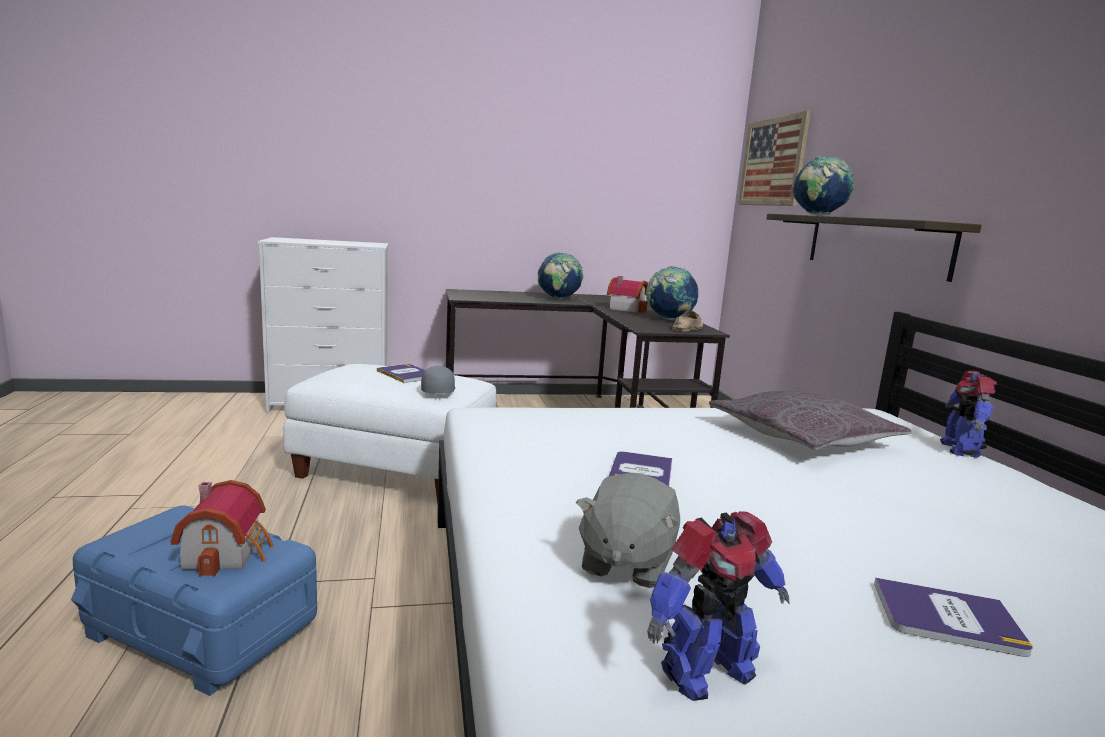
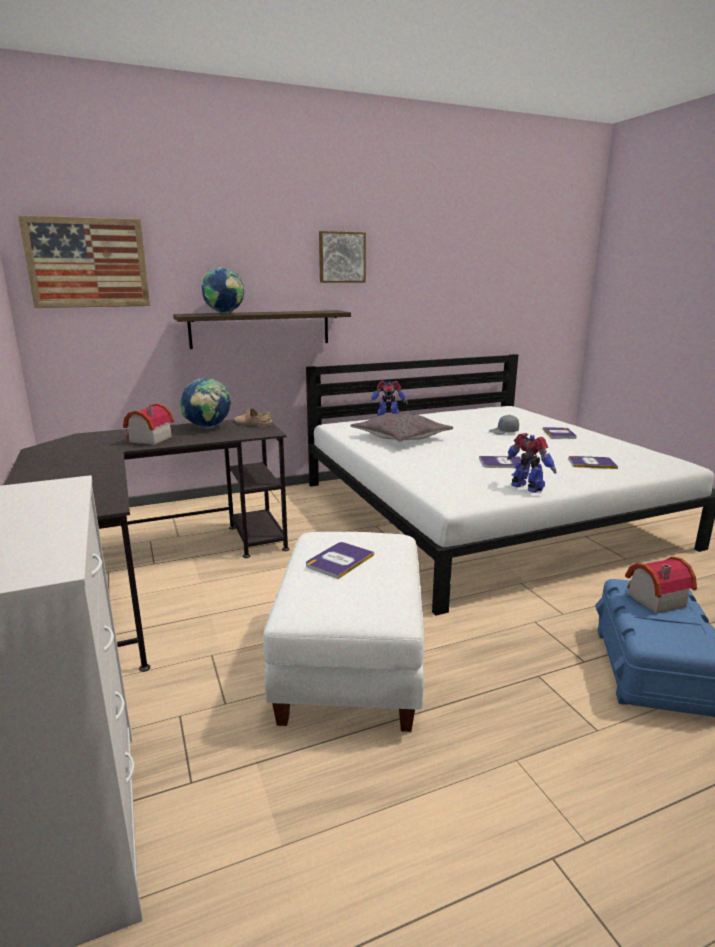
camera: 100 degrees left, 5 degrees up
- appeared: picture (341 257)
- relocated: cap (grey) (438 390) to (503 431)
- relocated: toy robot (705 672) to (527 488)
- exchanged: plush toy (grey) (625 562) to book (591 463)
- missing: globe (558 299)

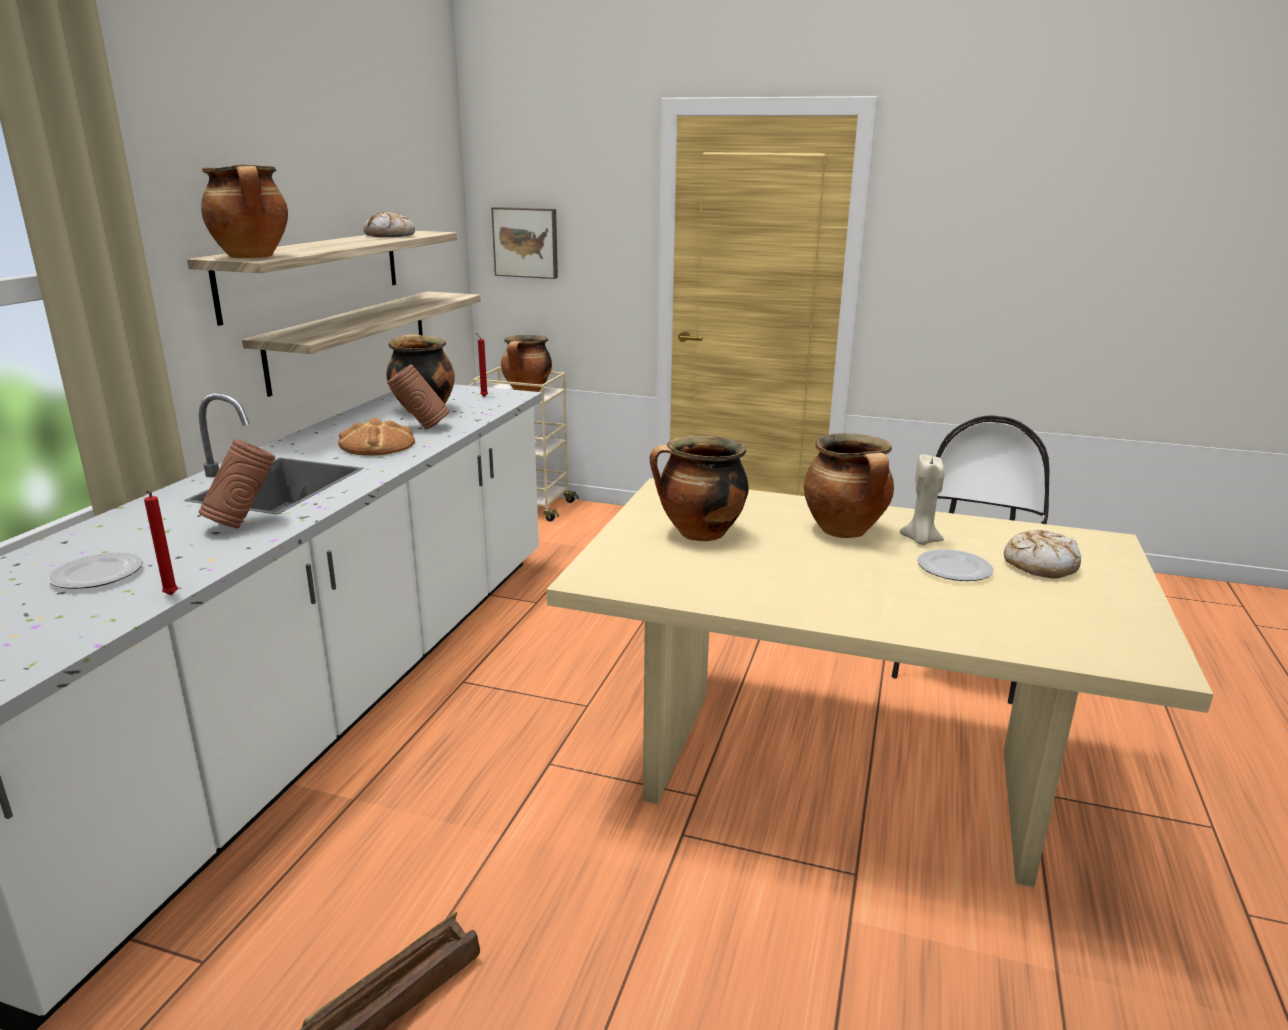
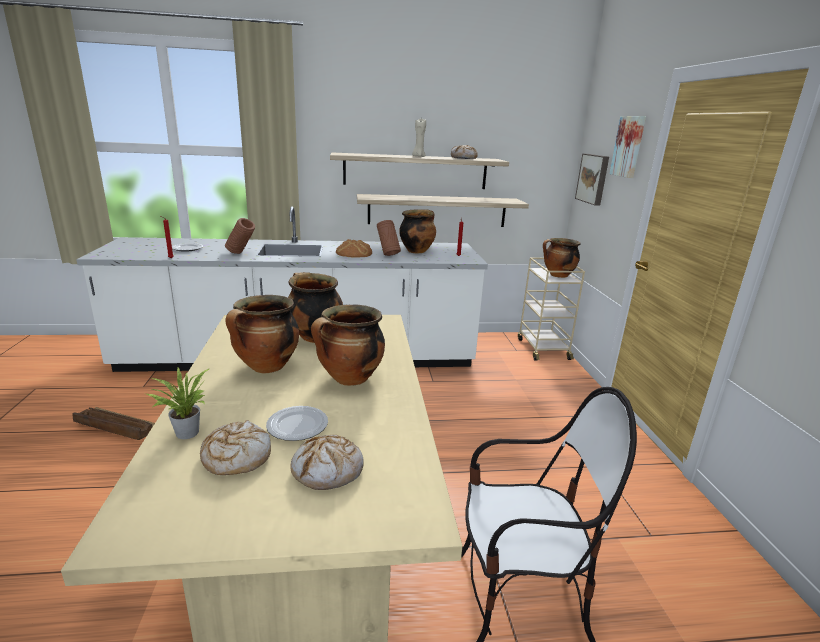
camera: 65 degrees right, 0 degrees up
- appeared: potted plant (185 432)
- appeared: bread (236 457)
- relocated: cooking pot (253 257) to (266 367)
- relocated: candle (beige) (920 540) to (418 156)
- appeared: picture (629 146)

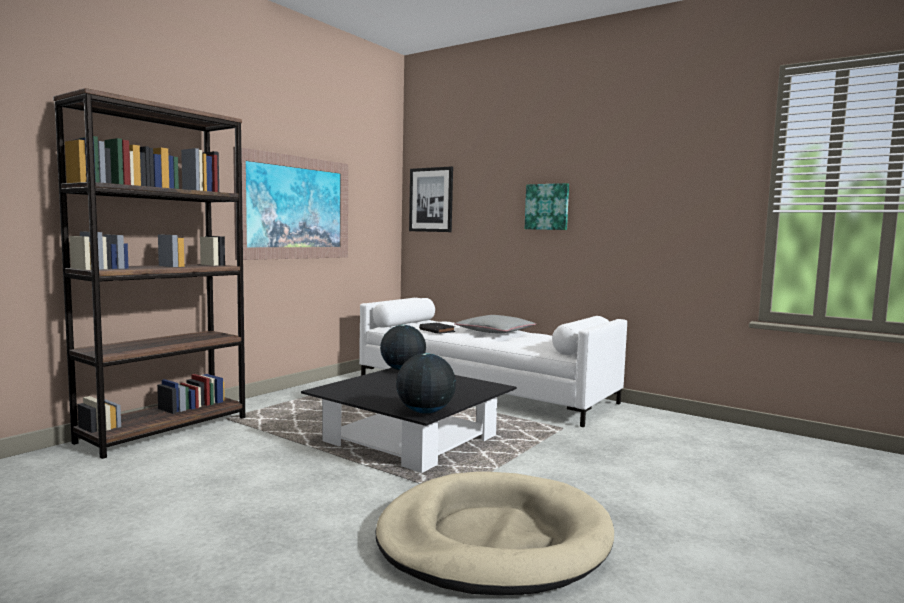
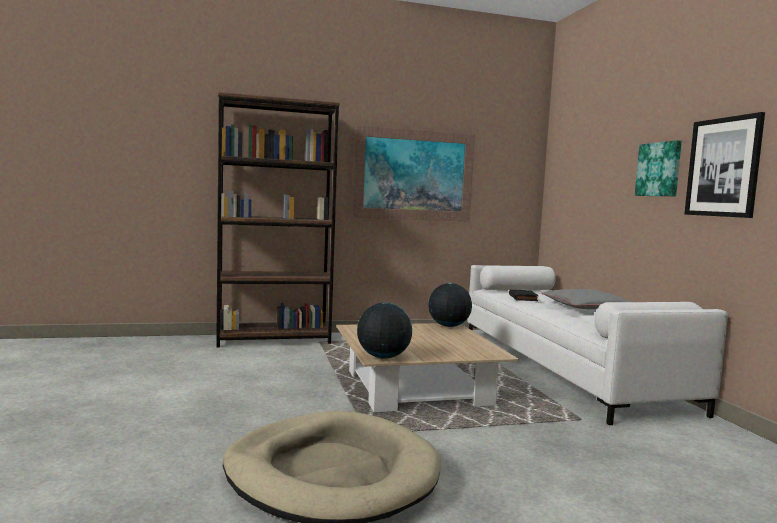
camera: 40 degrees right, 0 degrees up
- colour: coffee table (black) (412 439) to coffee table (beige) (417 388)
- relocated: picture (431 200) to (723 167)

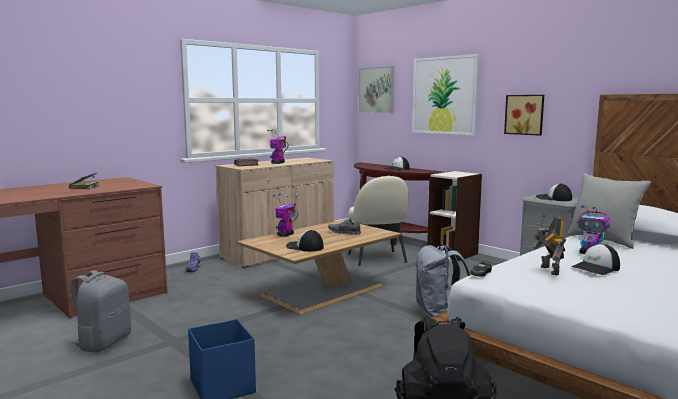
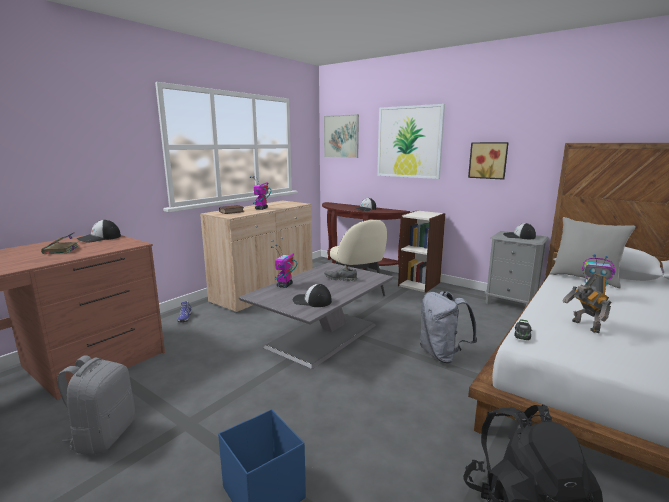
camera: 10 degrees left, 5 degrees up
- relocated: cap (596 268) to (99 238)
- colour: coffee table (brown) (321 291) to coffee table (grey) (321 336)

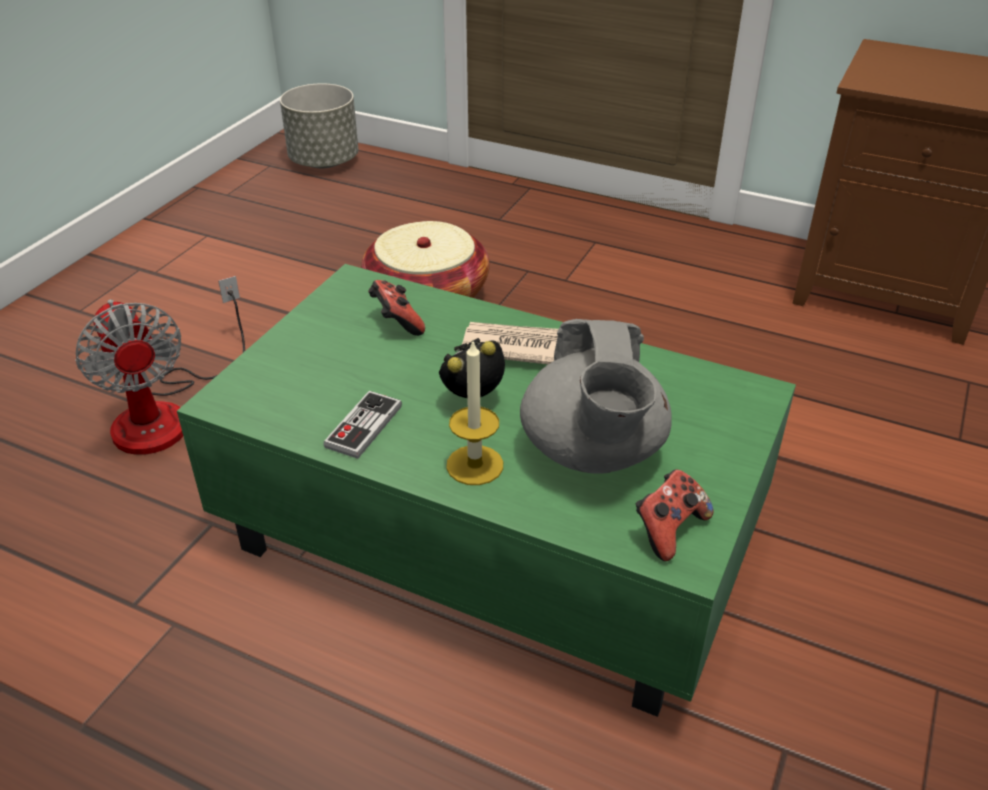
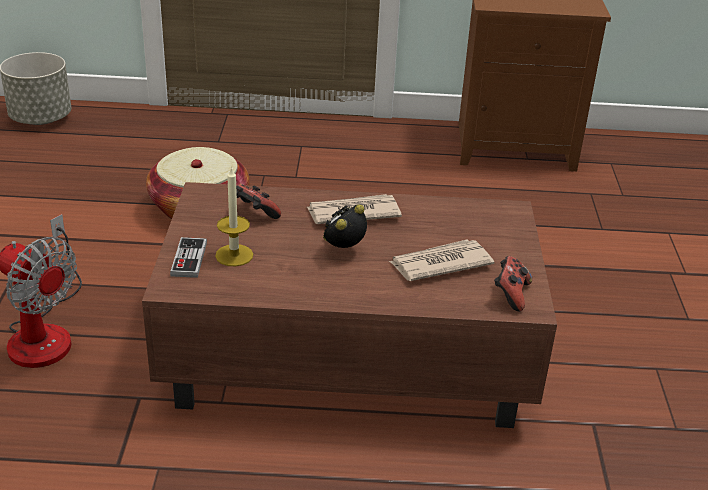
camera: 25 degrees left, 5 degrees down
- colour: coffee table (green) (488 532) to coffee table (brown) (345 353)
- relocated: game controller (364 426) to (189 259)
- relocated: candle (475 465) to (234 255)
- exchanged: teapot (grey) (593 452) to newspaper (439 264)

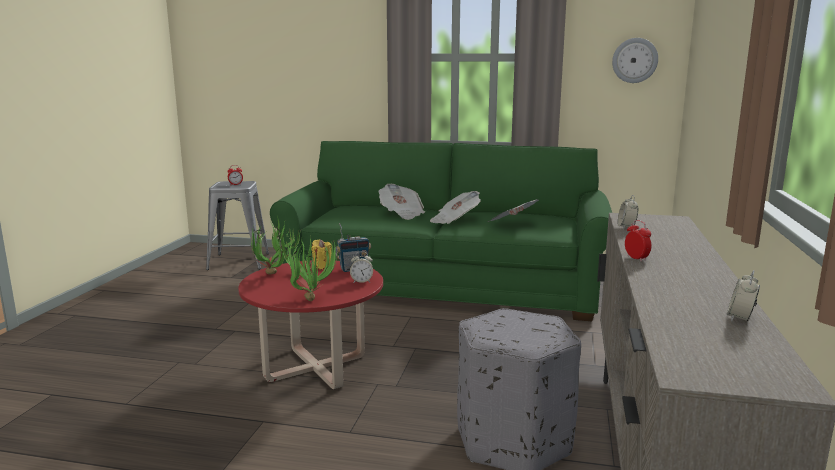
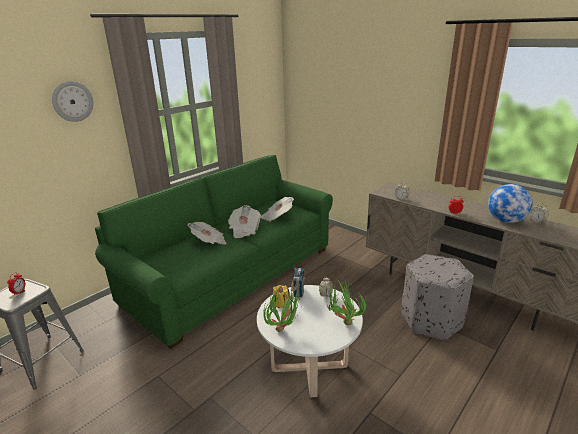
camera: 60 degrees left, 10 degrees up
- relocated: wall clock (634 60) to (72 101)
- colour: coffee table (red) (315 367) to coffee table (white) (309 367)
- appeared: globe (505 221)

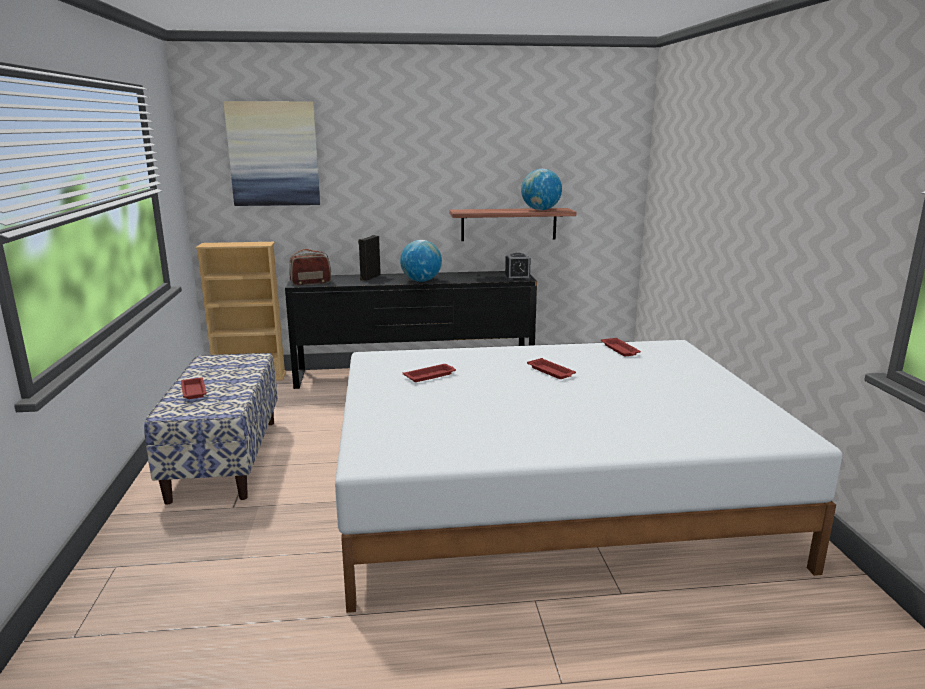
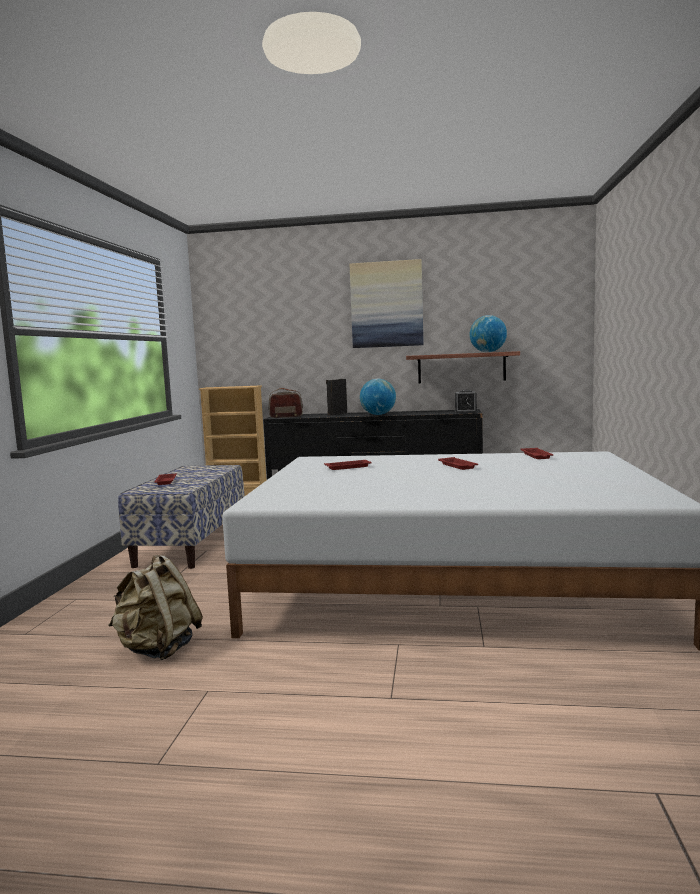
camera: 15 degrees right, 10 degrees down
- appeared: backpack (beige) (158 649)
- relocated: picture (273 154) to (386 304)

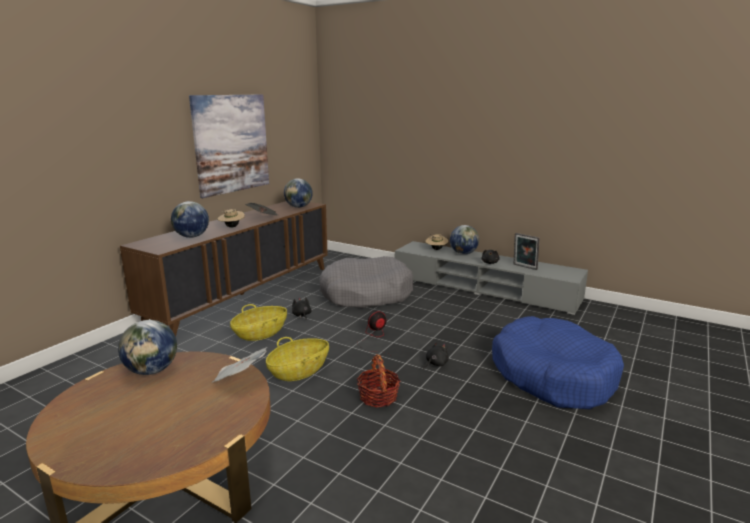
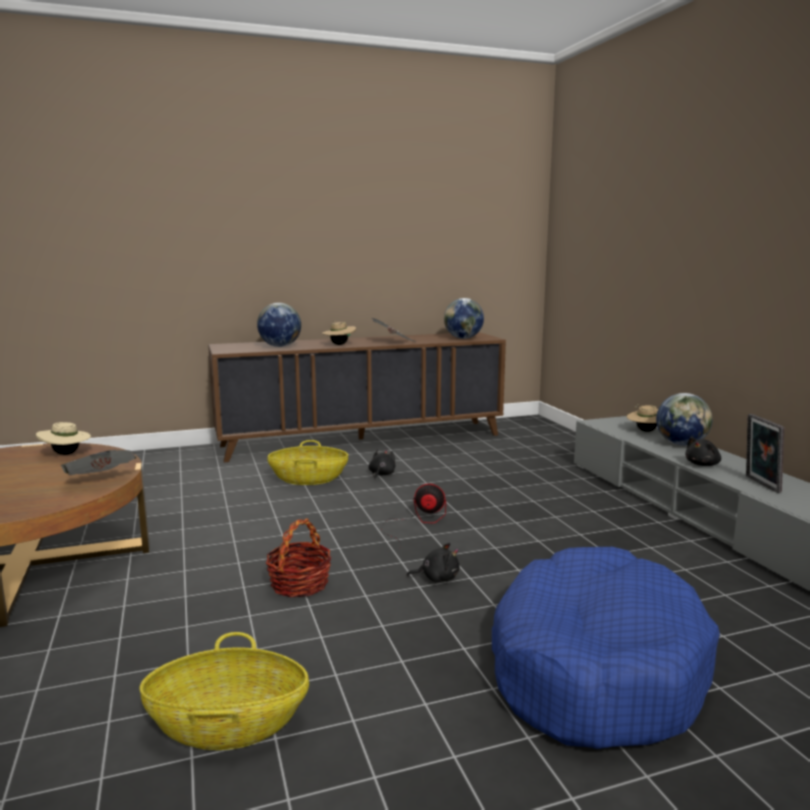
camera: 40 degrees right, 5 degrees down
- exchanged: globe (152 371) to hat (beige) (66 454)
- relocated: basket (299 371) to (228 725)
- missing: picture (231 144)
- missing: dog bed (grey) (366 294)

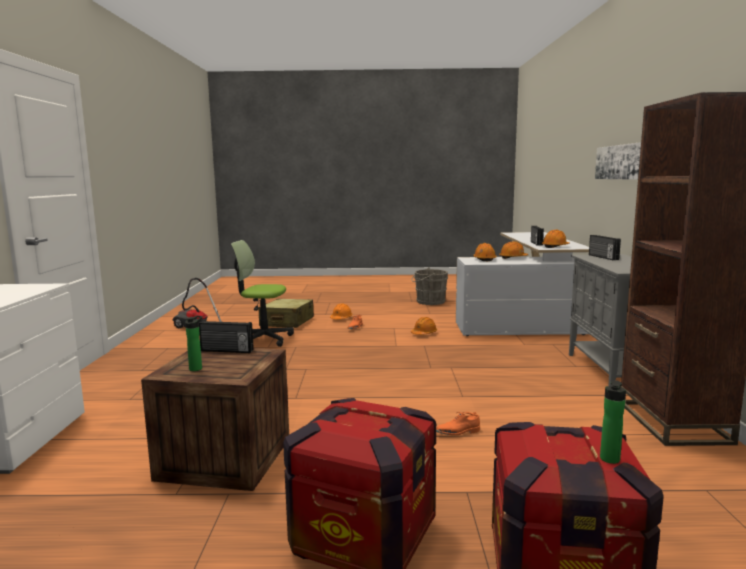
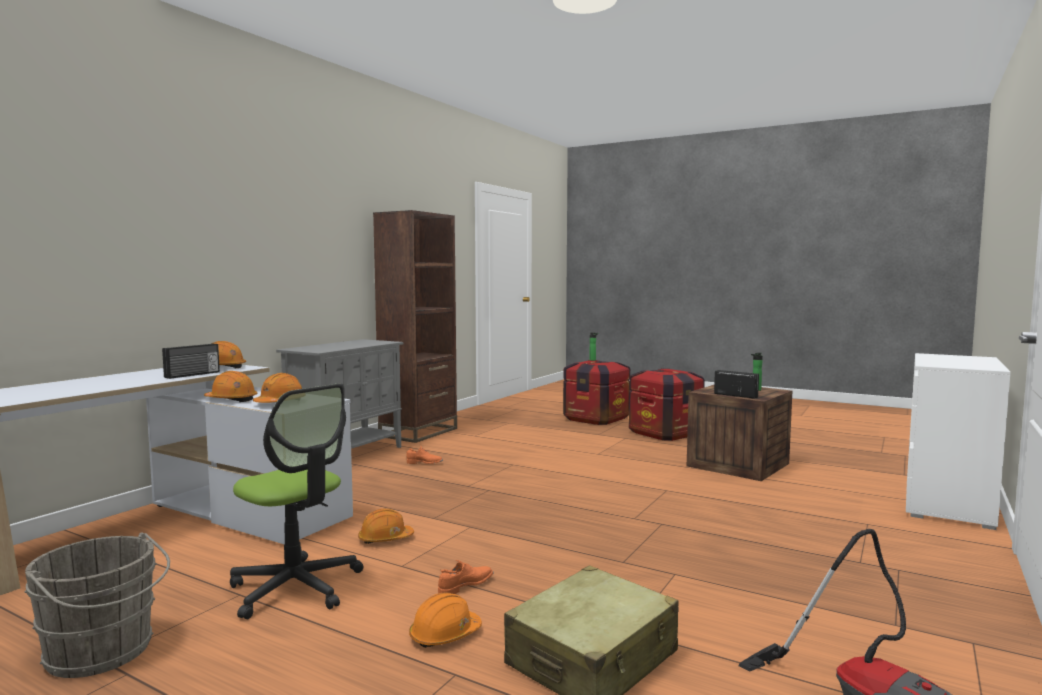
camera: 150 degrees left, 5 degrees down
- relocated: office chair (263 339) to (296 587)
- relocated: shoe (orange) (458 432) to (424 463)
- missing: radio (602 257)
- missing: picture (620 162)

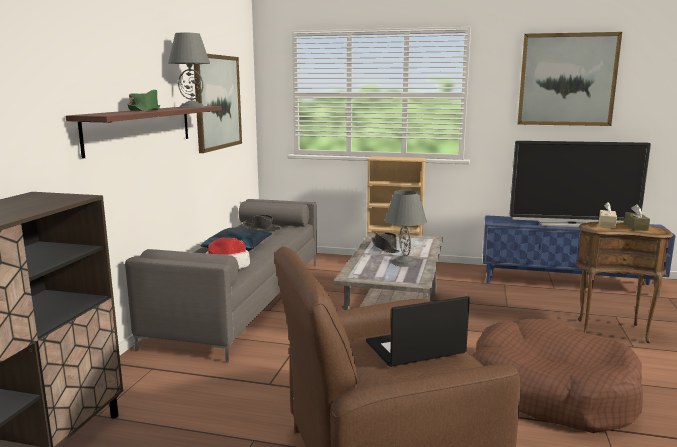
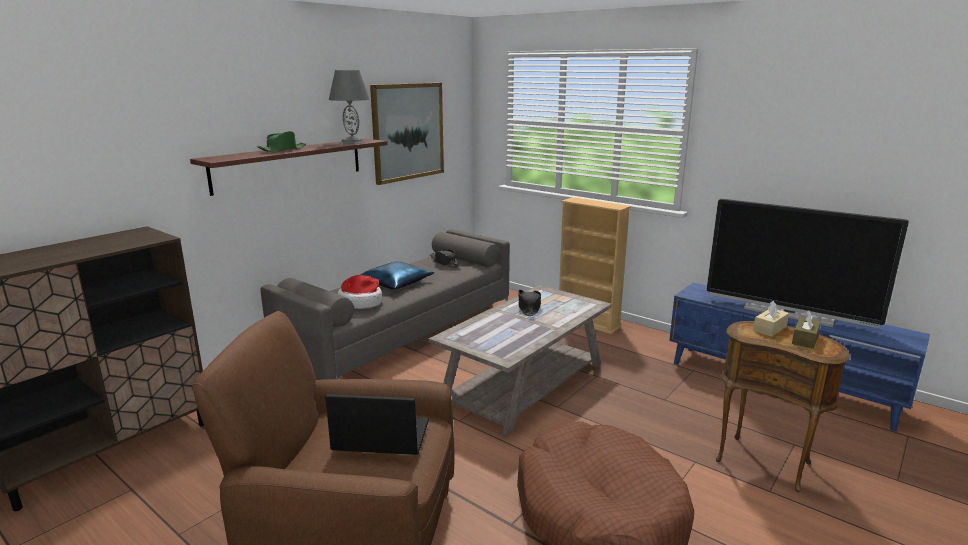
camera: 25 degrees right, 5 degrees up
- missing: table lamp (grey) (404 262)
- missing: picture (567 79)

